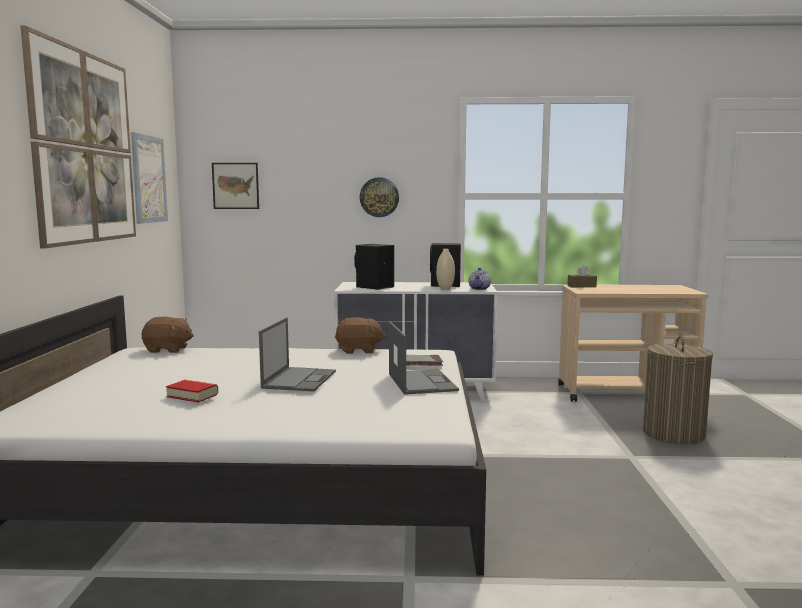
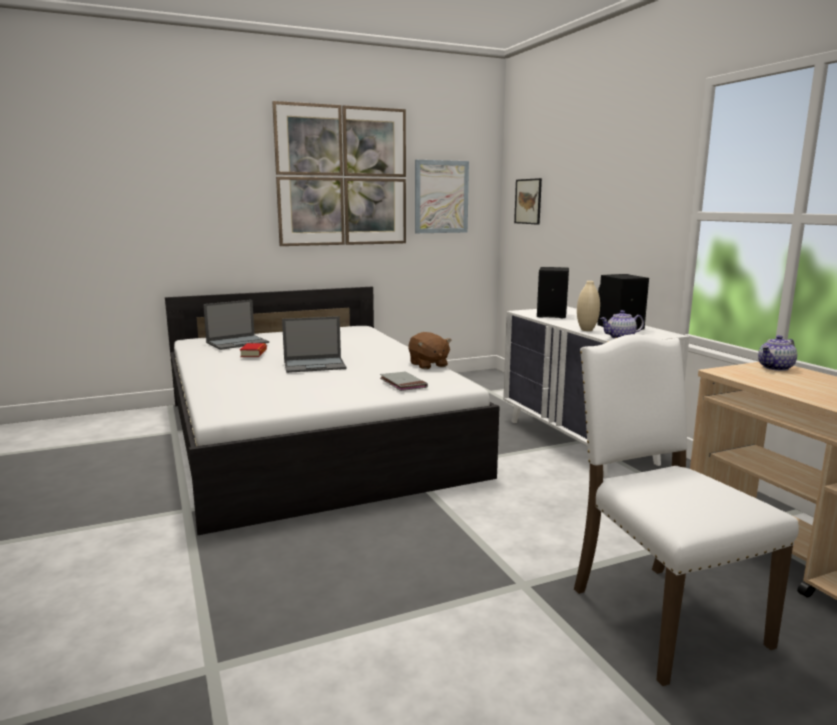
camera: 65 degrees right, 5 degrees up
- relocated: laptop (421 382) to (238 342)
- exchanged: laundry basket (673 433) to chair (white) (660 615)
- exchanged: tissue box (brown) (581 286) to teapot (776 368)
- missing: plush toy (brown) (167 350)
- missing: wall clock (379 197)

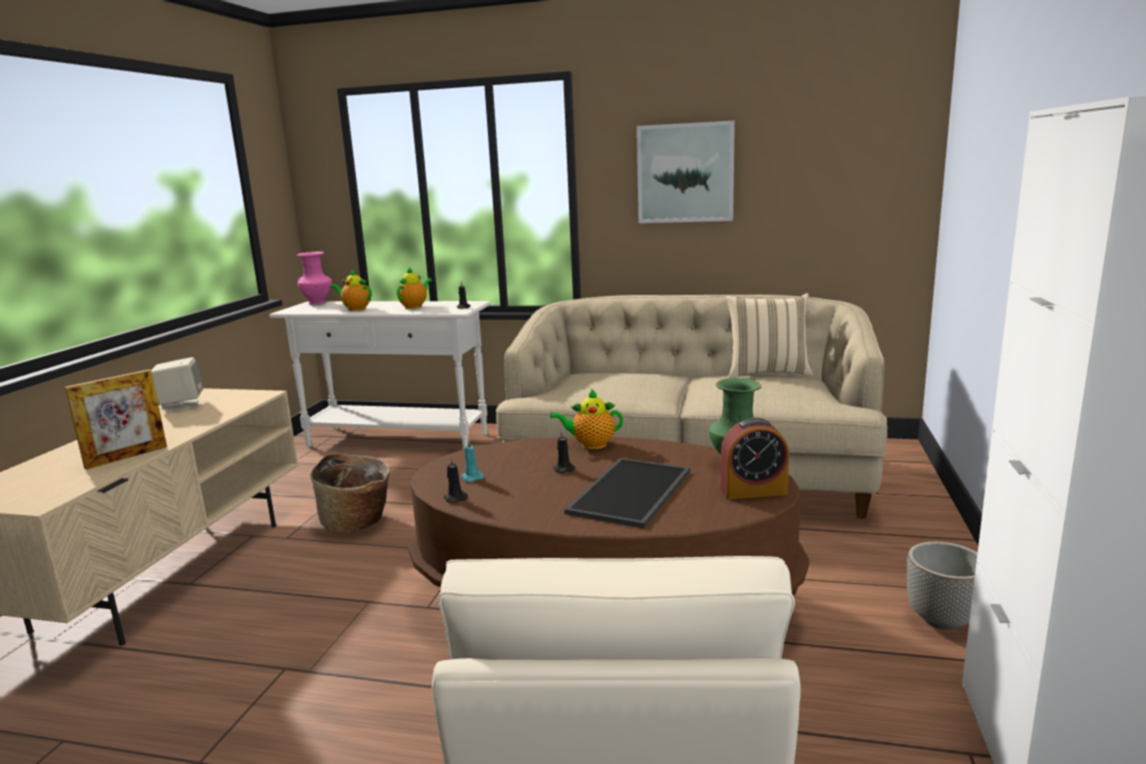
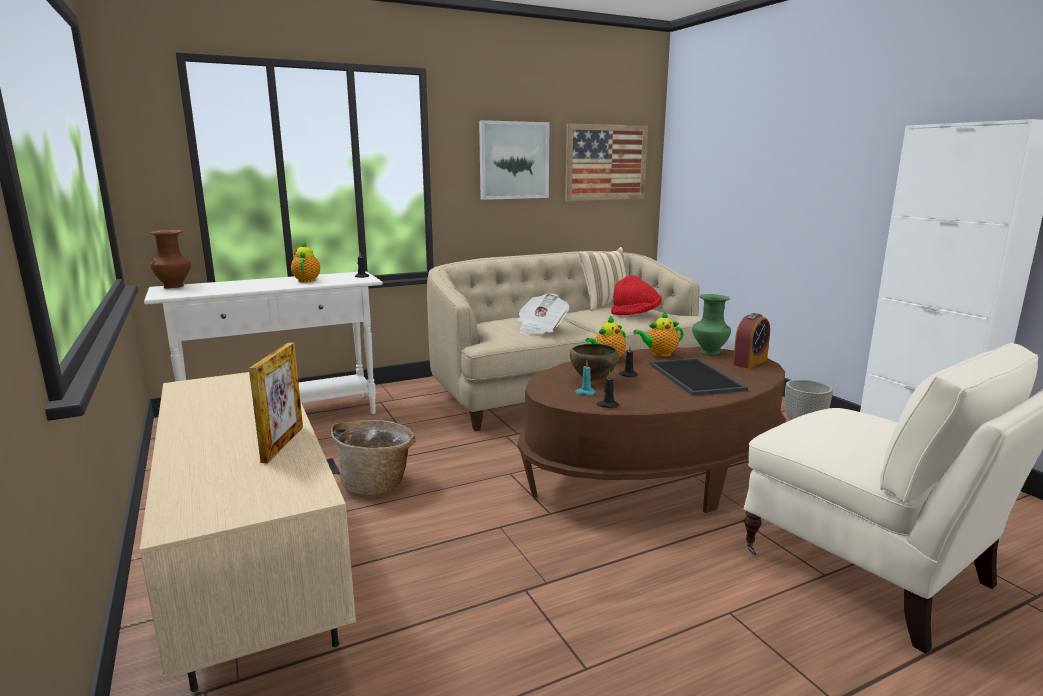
camera: 40 degrees left, 0 degrees up
- colour: vase (pink) (318 303) to vase (brown) (174 286)
- appeared: newspaper (540 328)
- appeared: picture (606 162)
- appeared: bowl (brown) (592 380)
- appeared: hat (red) (636 314)
- relocated: teapot (355 309) to (659 354)
- missing: speaker (beige) (181 406)

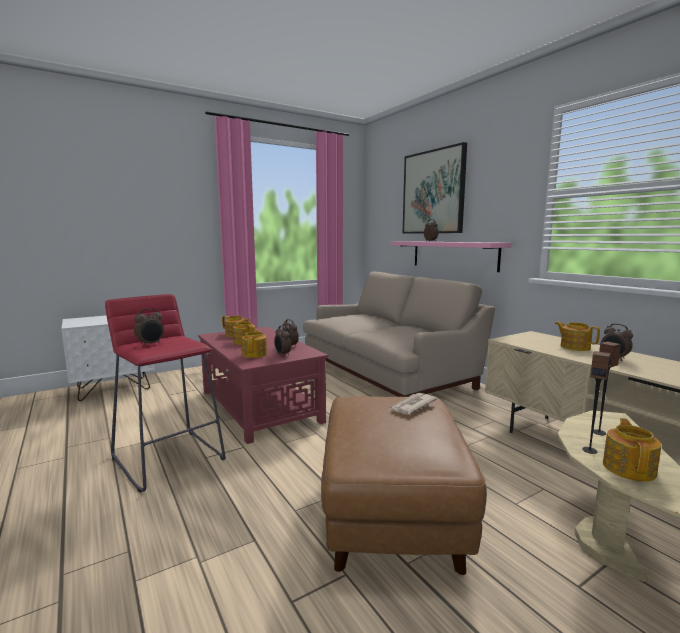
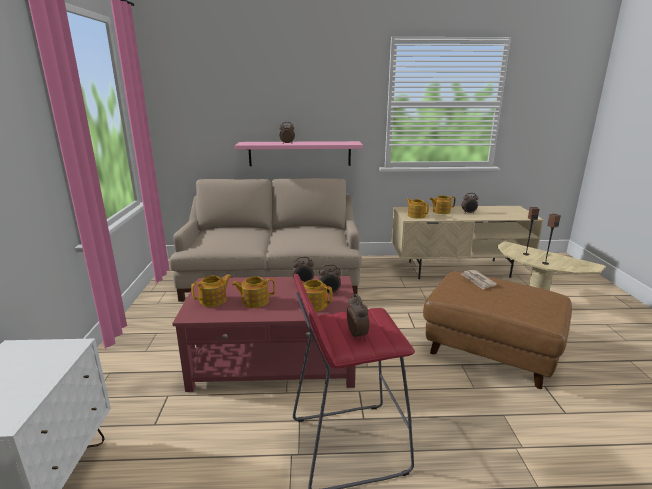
camera: 60 degrees left, 10 degrees up
- relocated: teapot (629 468) to (416 215)
- missing: picture (433 192)

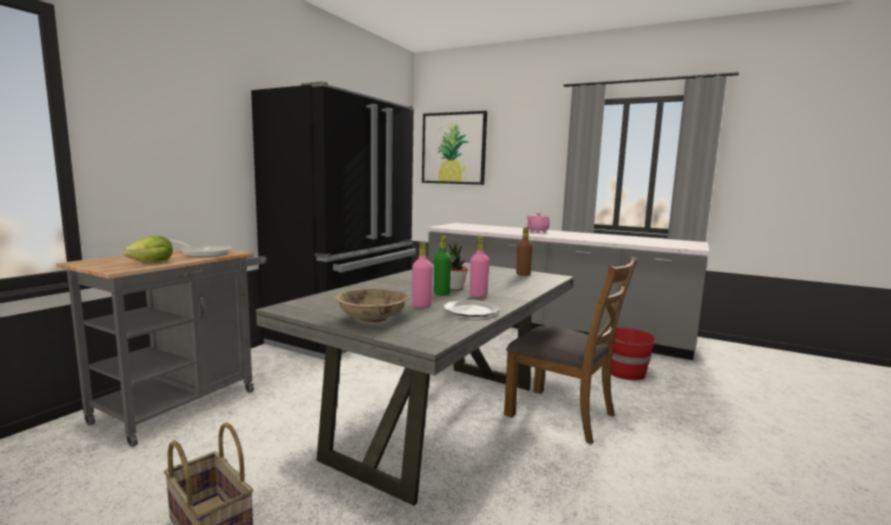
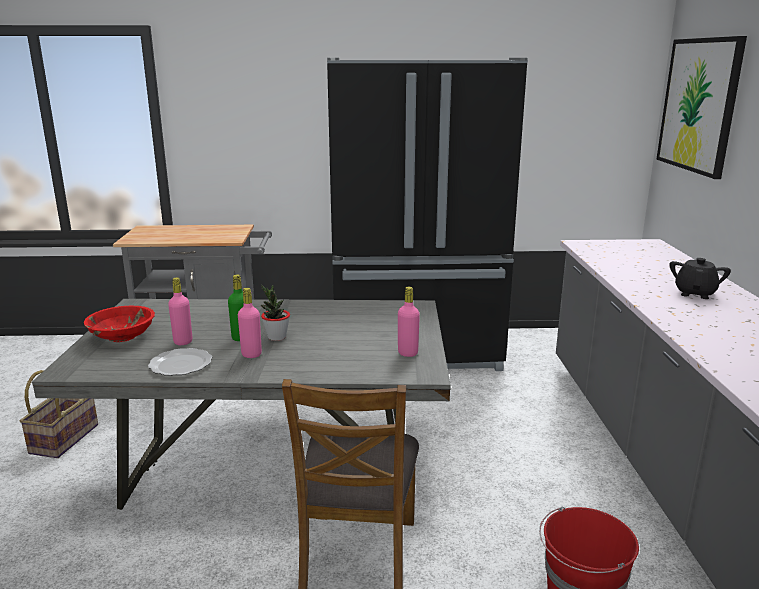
camera: 60 degrees right, 10 degrees up
- colour: bowl (beige) (372 318) to bowl (red) (122 337)
- colour: bottle (brown) (523 274) to bottle (pink) (407 353)
- colour: teapot (pink) (537 231) to teapot (black) (695 293)
- missing: lettuce (149 263)
- missing: frying pan (204 253)

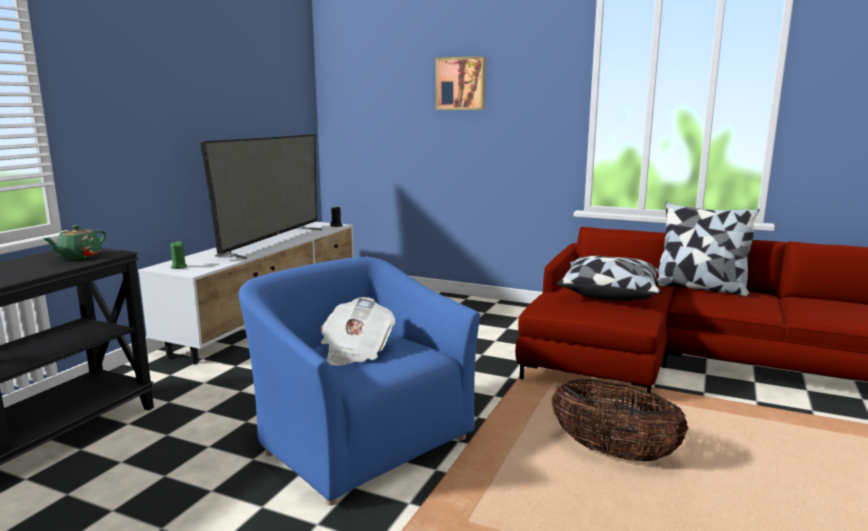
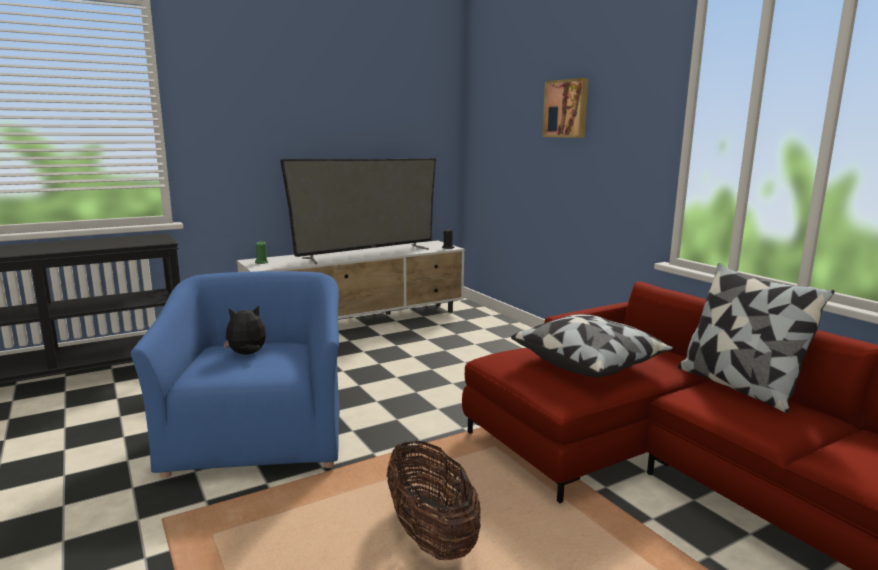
camera: 35 degrees right, 0 degrees up
- exchanged: newspaper (355 351) to plush toy (247 354)
- missing: teapot (green) (79 256)

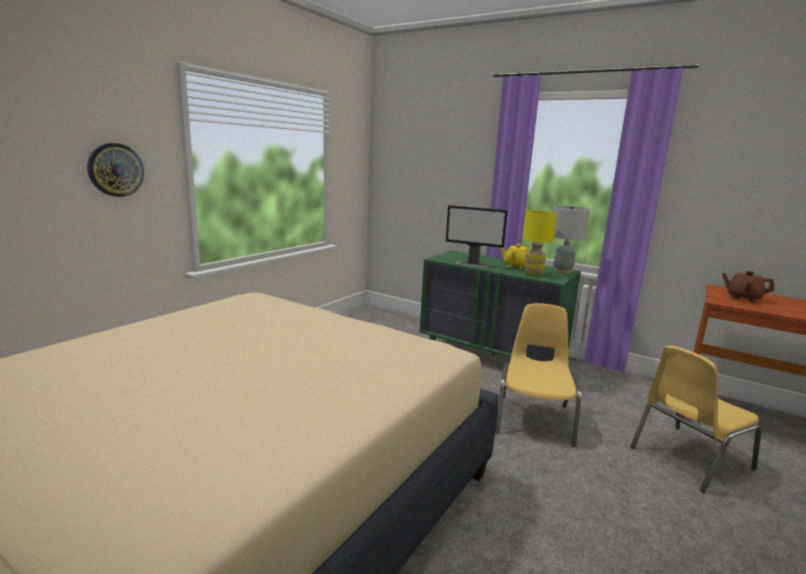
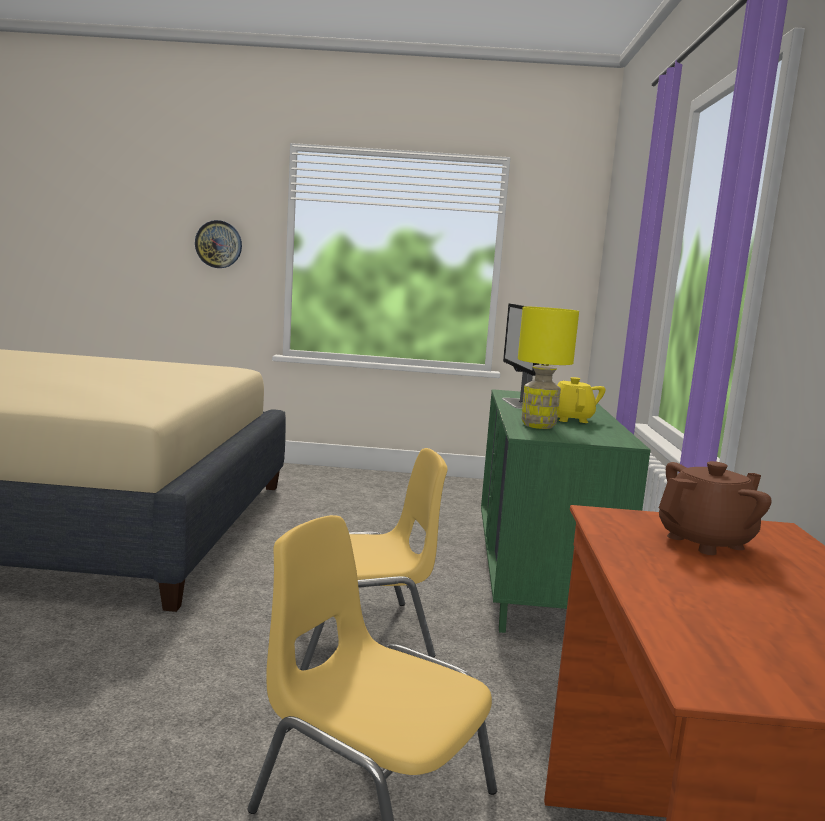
camera: 60 degrees right, 5 degrees down
- spun: teapot (brown) (743 298) = (706 542) 60 degrees clockwise
- missing: table lamp (grey) (562 271)

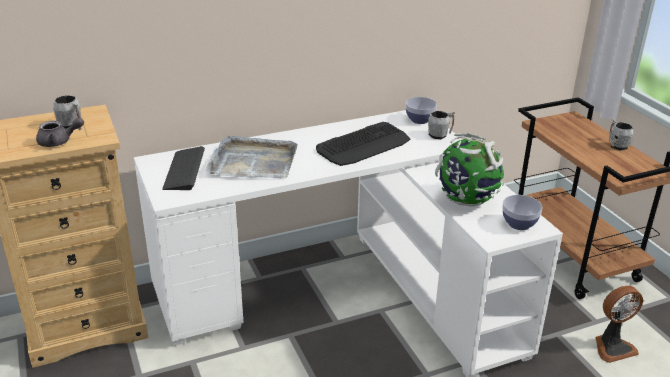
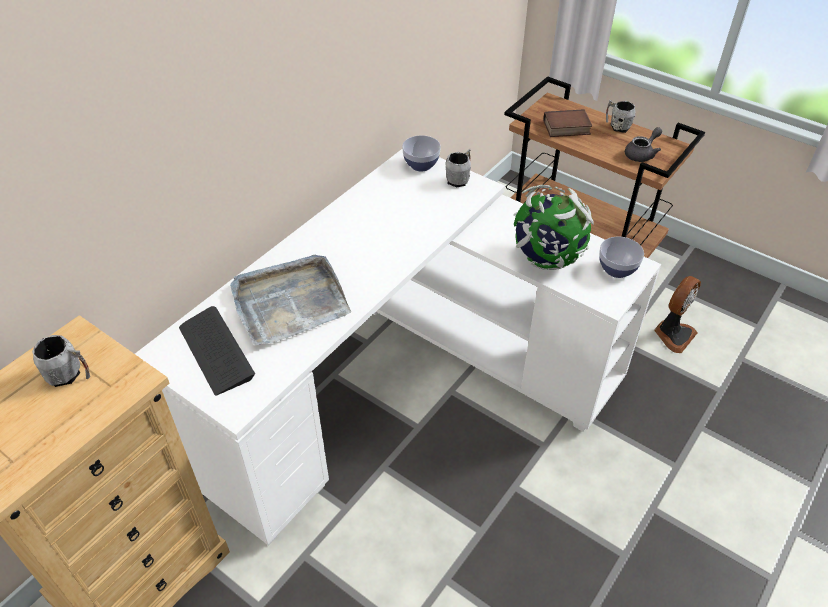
camera: 30 degrees left, 15 degrees up
- appeared: book (566 128)
- relocated: teapot (grey) (59 142) to (642 154)
- missing: keyboard (364 145)

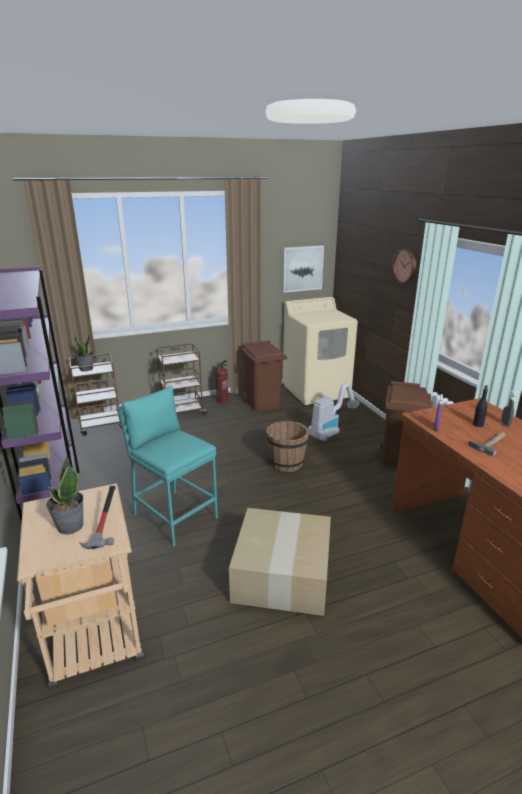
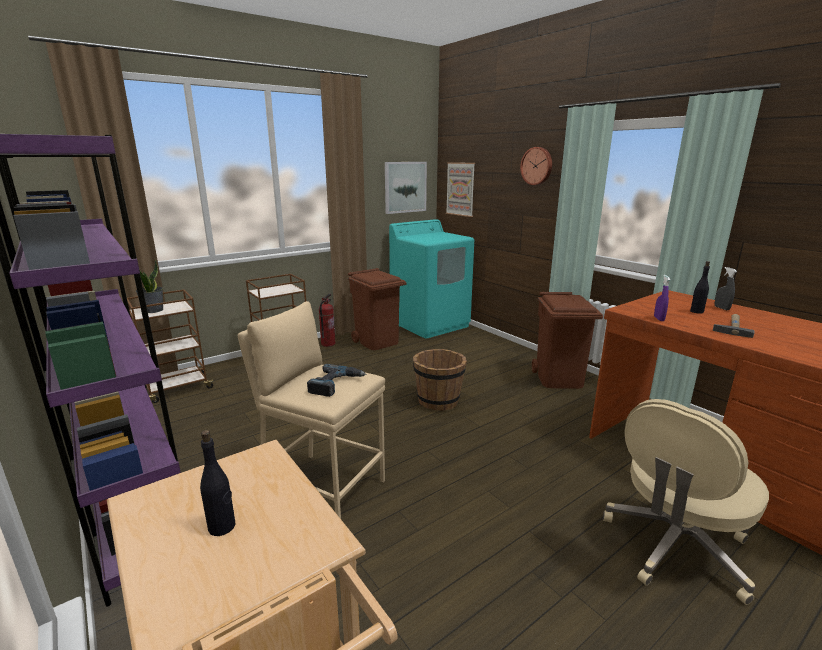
camera: 15 degrees left, 5 degrees down
- exchanged: potted plant (70 526) to bottle (black) (222 527)
- colour: stool (turquoise) (174 516) to stool (beige) (324 488)
- appeared: power drill (335 384)
- colour: washing machine (beige) (316 391) to washing machine (turquoise) (430 324)
- appeared: picture (460 189)
- appeared: office chair (beige) (675 547)
- missing: hammer (106 531)
- missing: cardboard box (283 575)
- missing: vacuum cleaner (331 430)

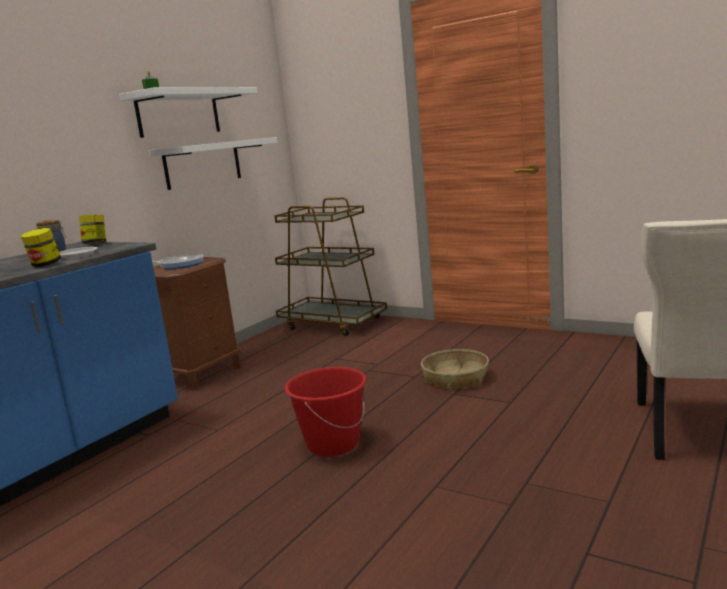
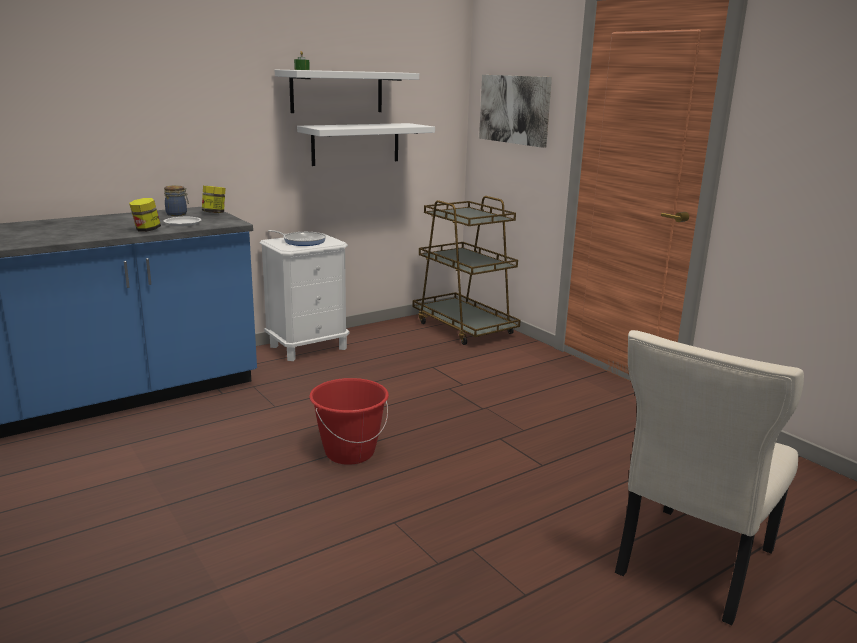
camera: 20 degrees right, 5 degrees up
- colour: nightstand (brown) (201 374) to nightstand (white) (308 347)
- appeared: picture (515 109)
- missing: basket (455 378)

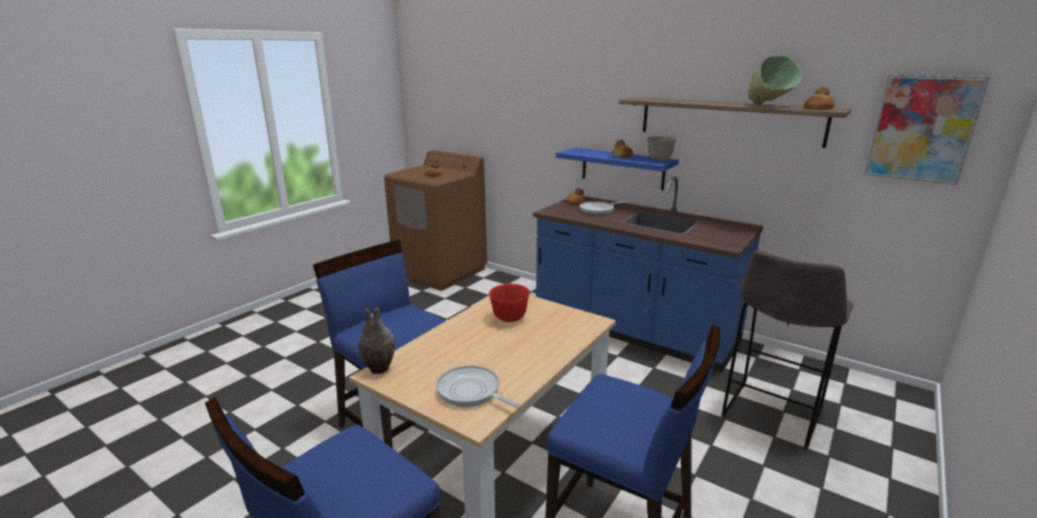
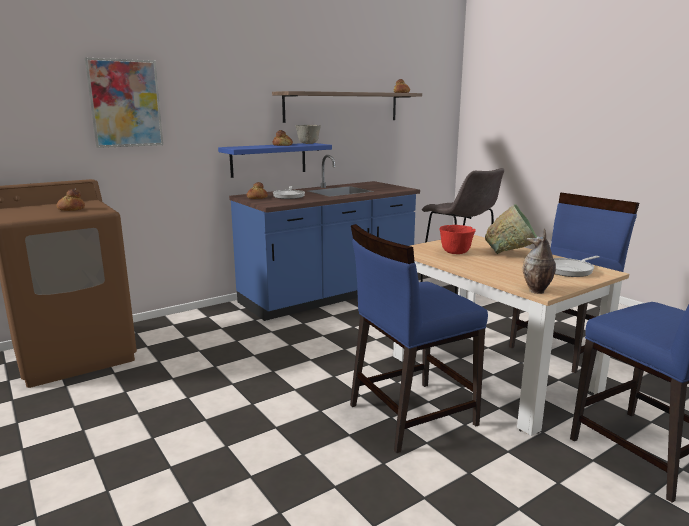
camera: 70 degrees left, 5 degrees down
- relocated: picture (922 129) to (125 103)
- relocated: bowl (green) (768 106) to (511 254)

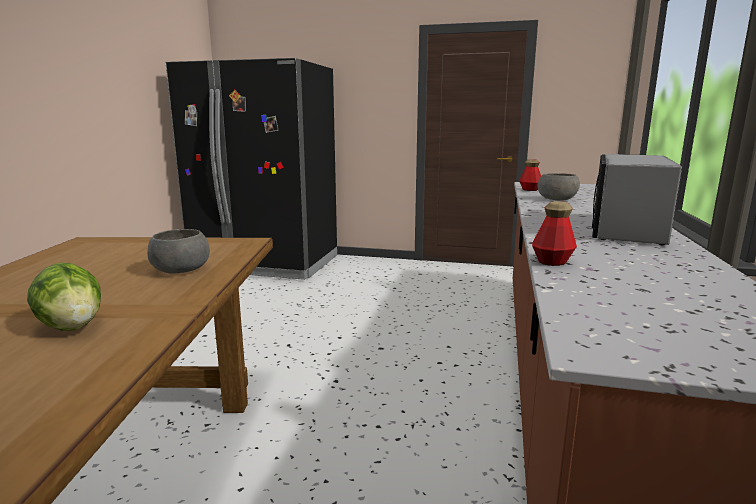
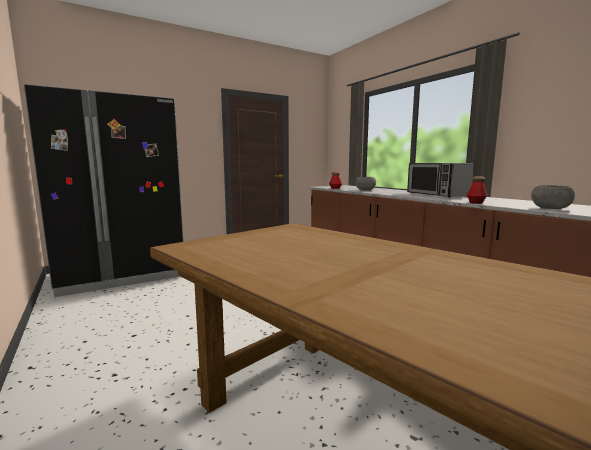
camera: 45 degrees left, 5 degrees down
- relocated: bowl (grey) (180 270) to (550 208)
- missing: lettuce (72 326)

